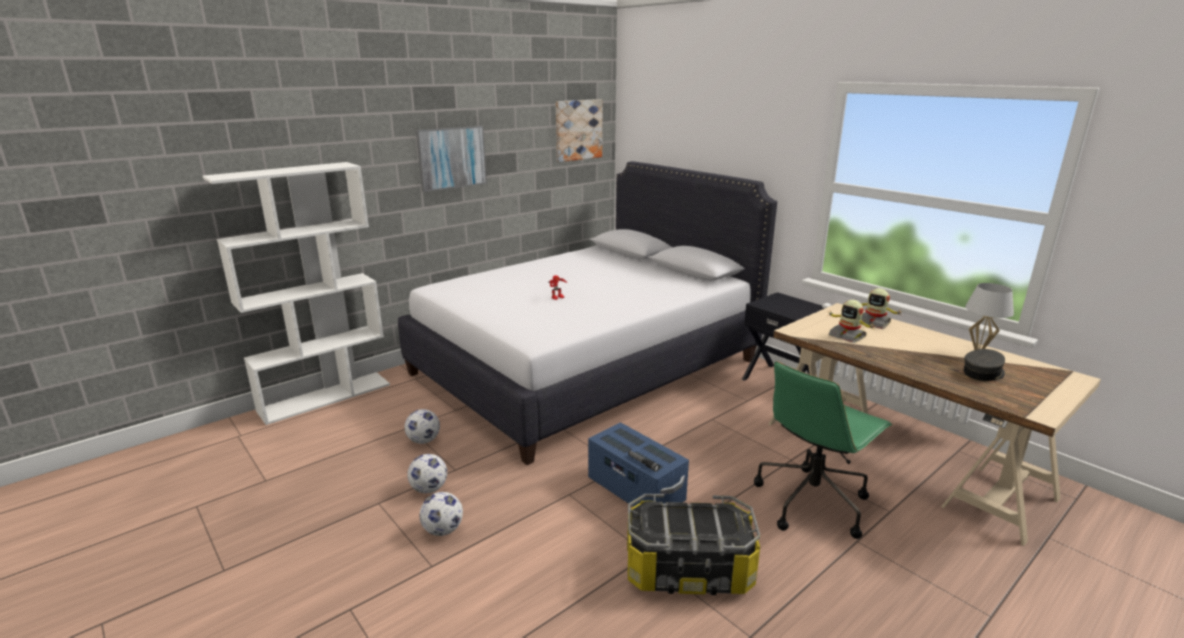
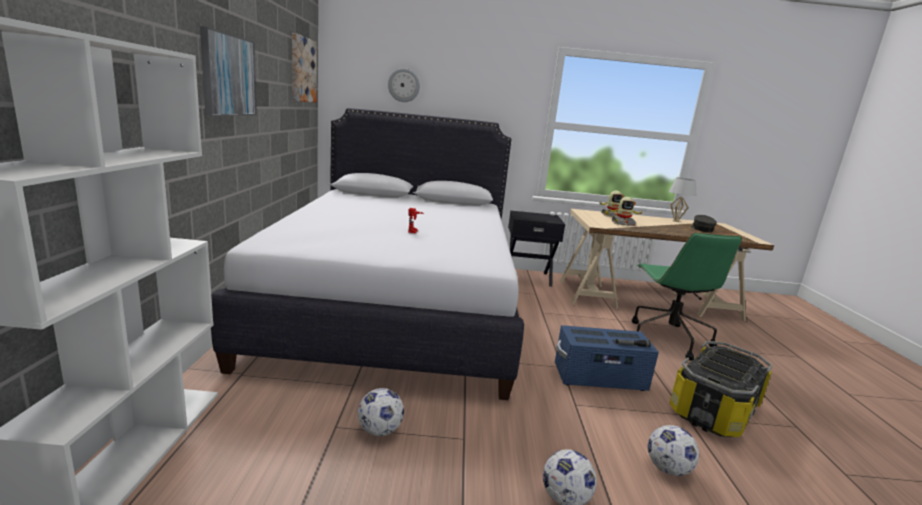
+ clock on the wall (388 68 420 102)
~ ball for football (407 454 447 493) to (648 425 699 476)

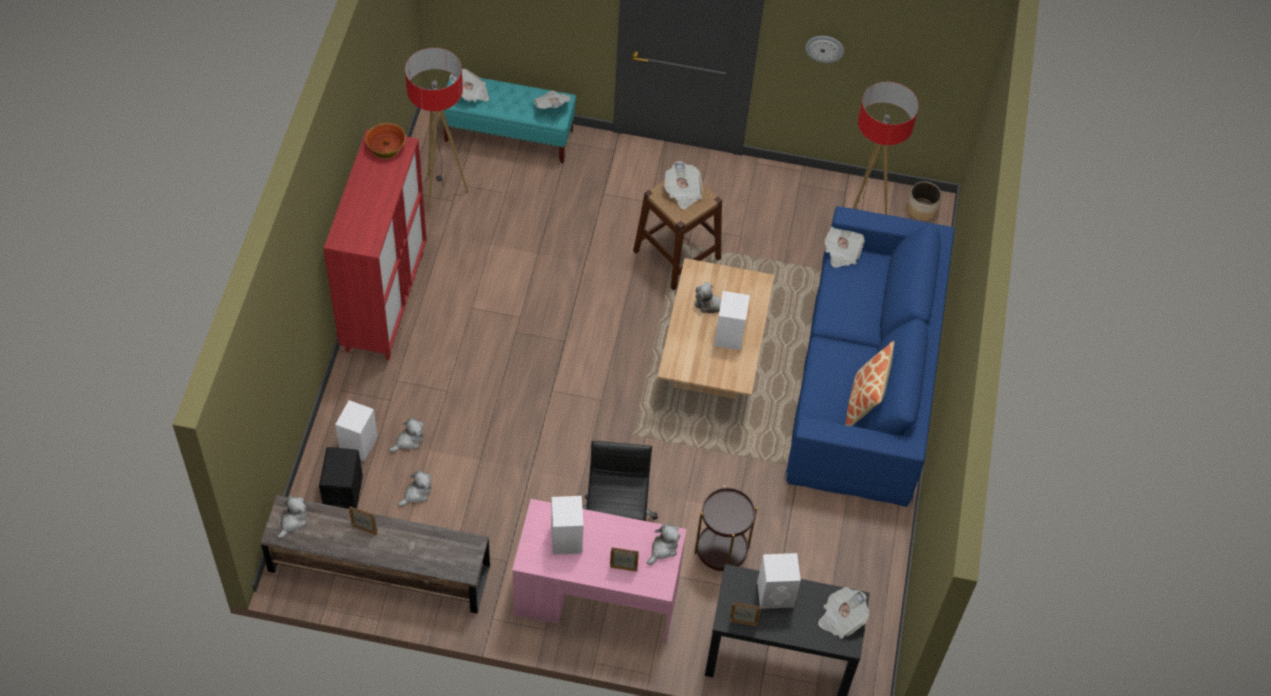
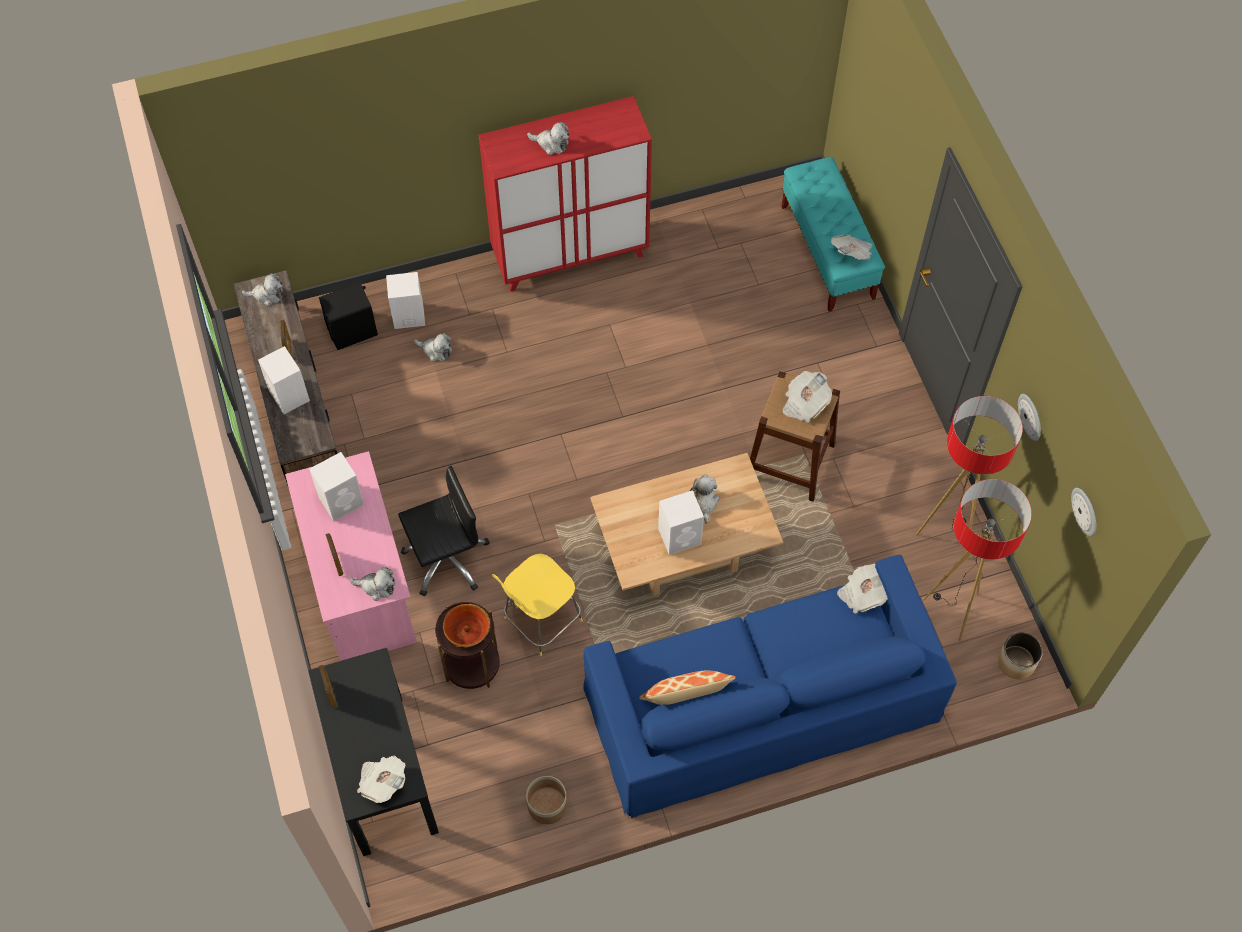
- printed paper (450 69 489 102)
+ yellowish sitting stool (492 554 583 656)
+ planter (526 776 567 824)
+ clock on the wall (1071 488 1096 536)
~ bowl (365 123 406 159) to (443 604 491 647)
~ soft toy (398 470 431 507) to (527 122 569 155)
~ floor lamp (405 48 468 211) to (916 396 1023 552)
~ white-coloured audio speaker (757 553 801 609) to (258 346 310 414)

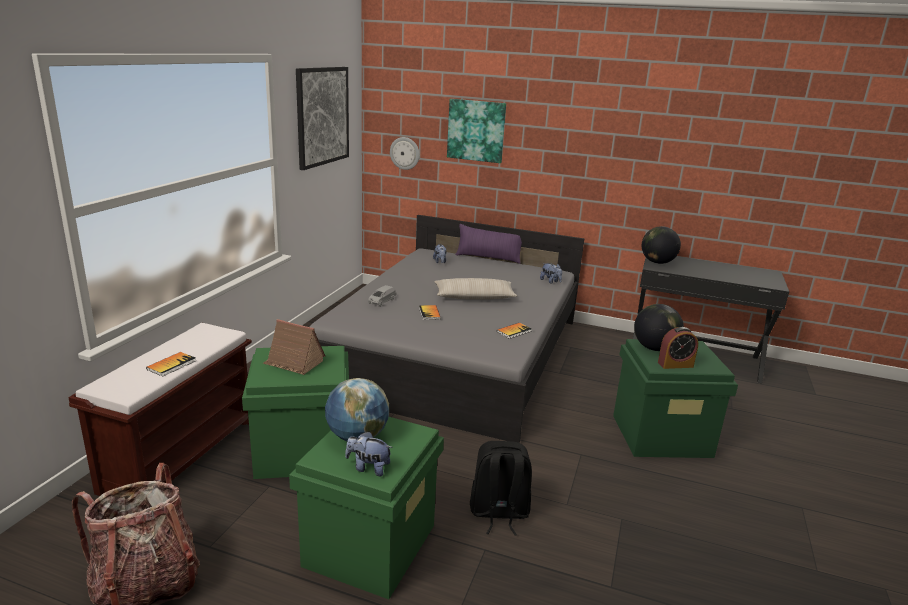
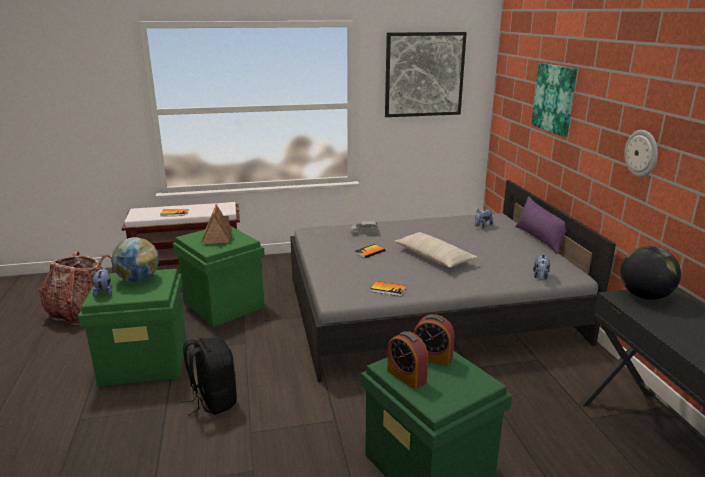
~ clock on the wall (390 137 420 170) to (624 130 658 177)
~ world globe (634 304 684 351) to alarm clock (414 314 455 366)

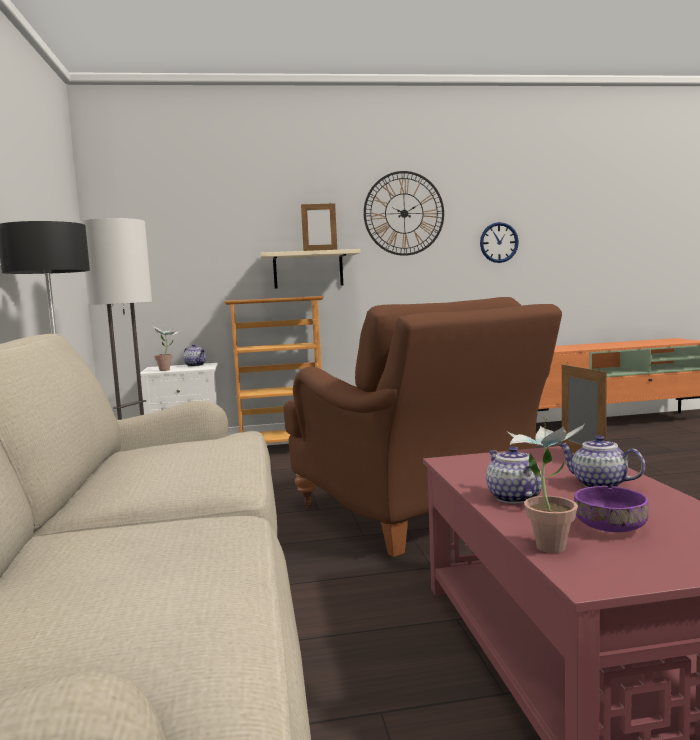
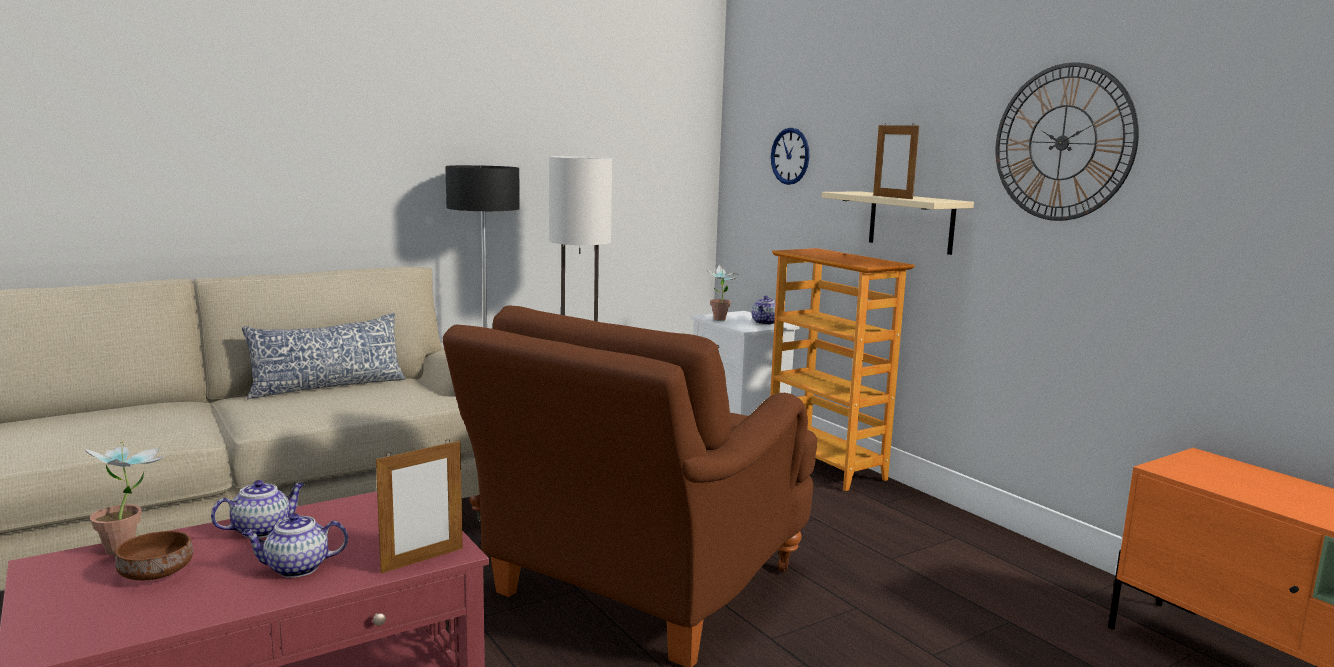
+ cushion (242 313 406 399)
~ clock on the wall (480 222 519 263) to (771 128 809 185)
~ purple bowl (574 486 649 532) to brown-coloured bowl (115 531 193 580)
~ teapot (558 435 645 488) = (242 513 348 578) 120 degrees counterclockwise

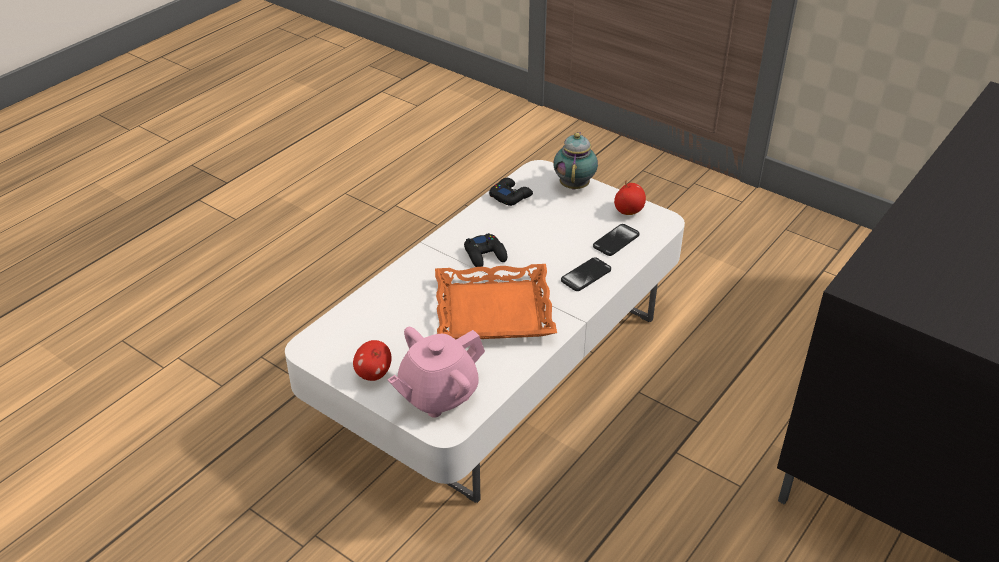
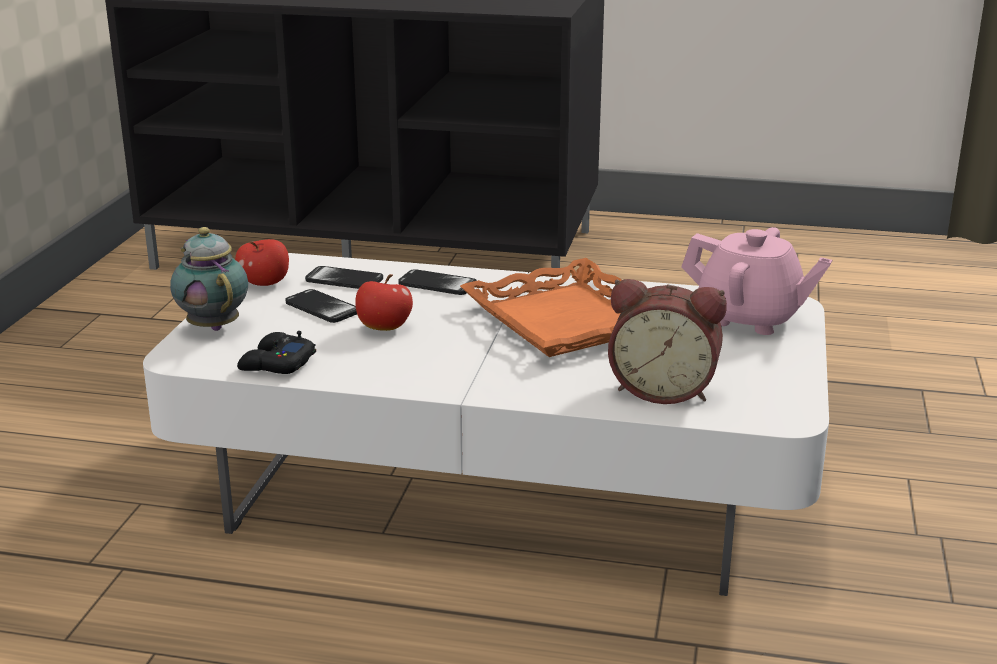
- blackish joypad (464 233 507 267)
+ handset (285 289 357 323)
+ alarm clock (608 279 727 404)
~ apple fruit (353 340 392 381) to (355 274 413 331)
~ teapot (553 132 598 190) = (170 227 248 331) 75 degrees clockwise

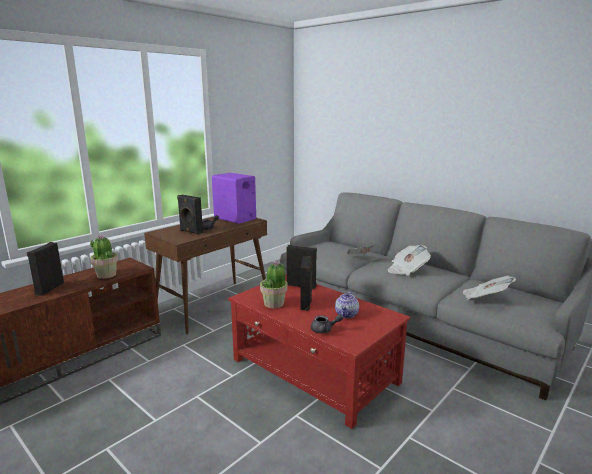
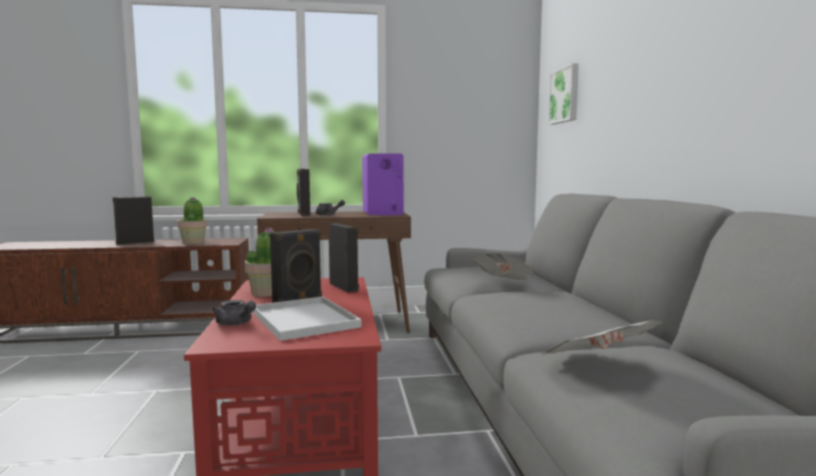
- printed paper (387 245 431 276)
+ wall art (548 63 579 125)
~ teapot (335 291 359 318) to white-coloured carrying tray (252 296 362 341)

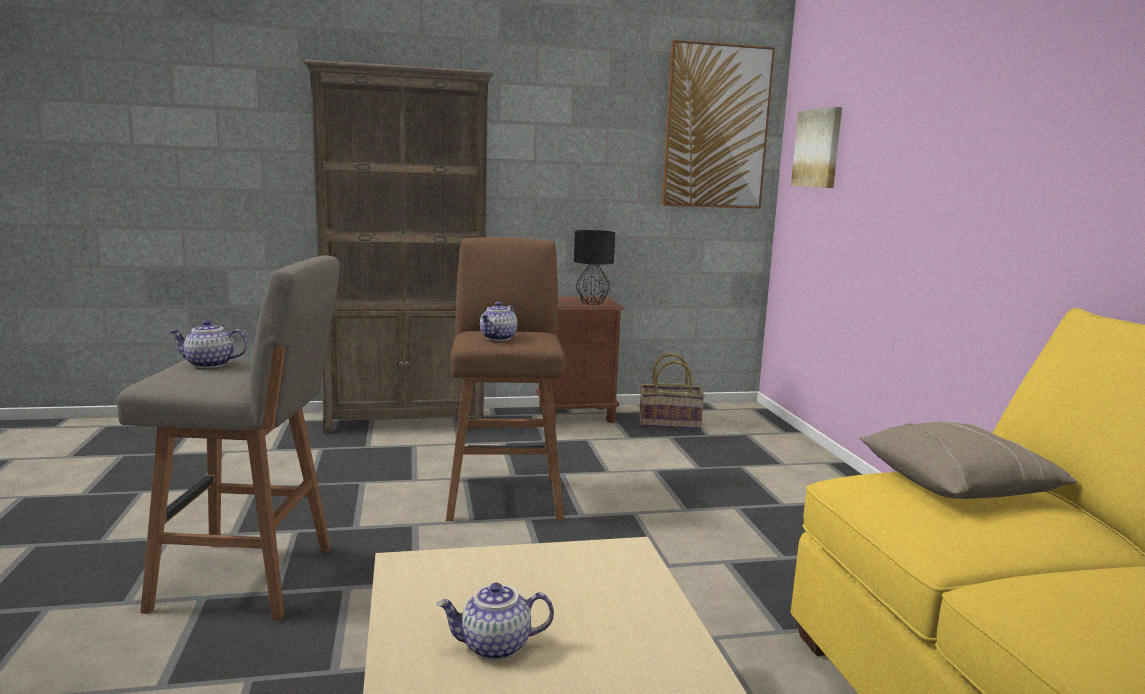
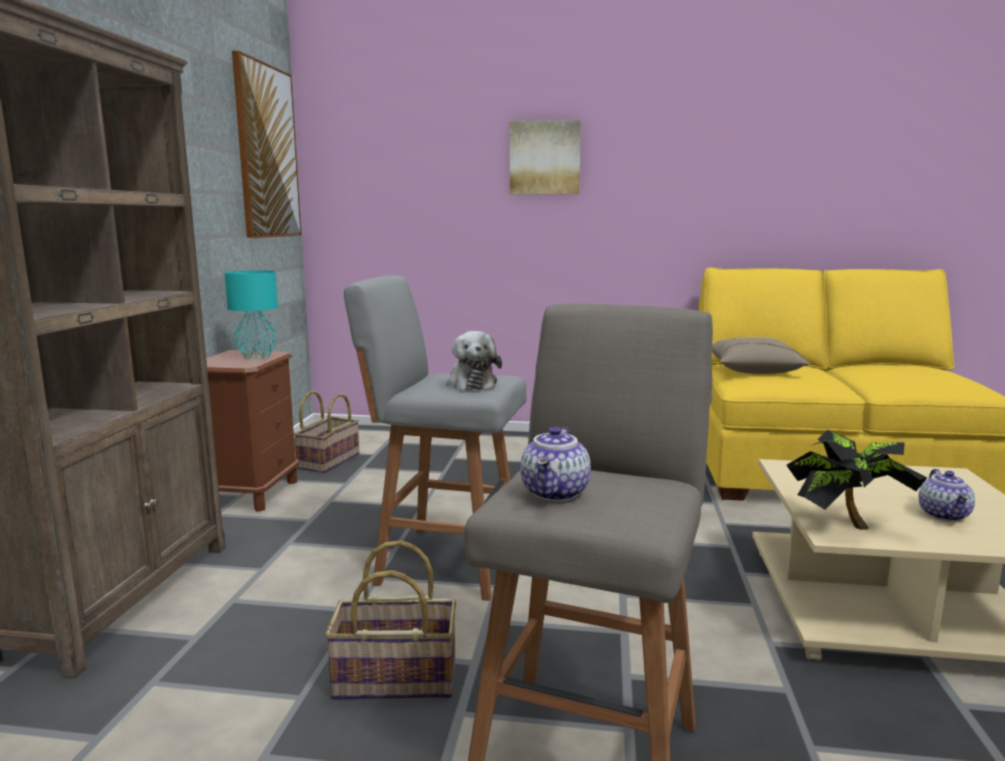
+ storage basket (325 540 456 699)
+ plant in a pot (786 430 927 530)
~ wall art (791 107 842 188) to (510 120 581 195)
~ teapot (480 302 517 341) to soft toy (446 331 502 391)
~ brown-coloured sitting stool (446 238 565 521) to greyish sitting stool (344 275 527 601)
~ blackish table lamp (574 230 615 305) to turquoise-coloured table lamp (224 270 278 359)

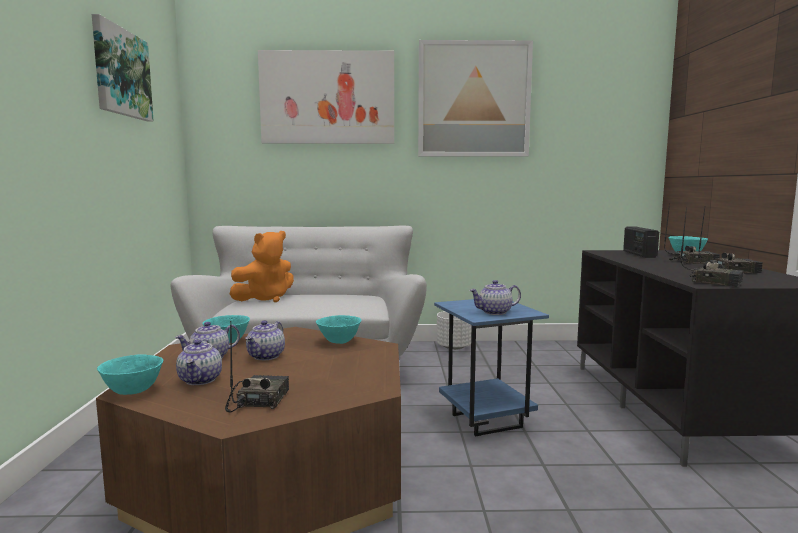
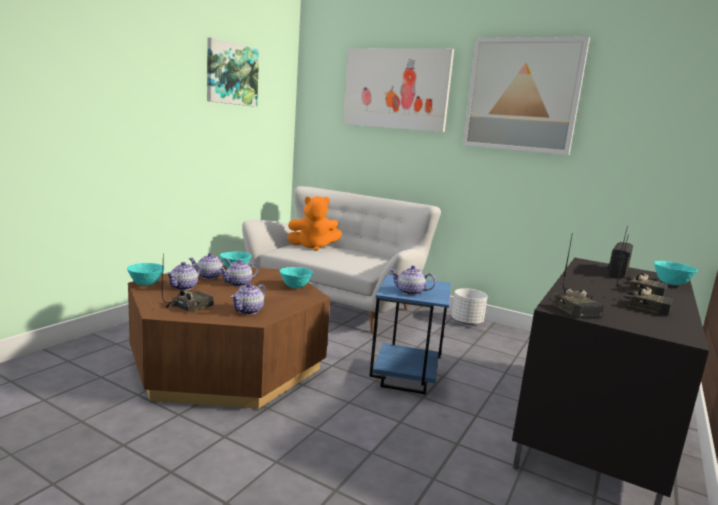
+ teapot (231 283 266 315)

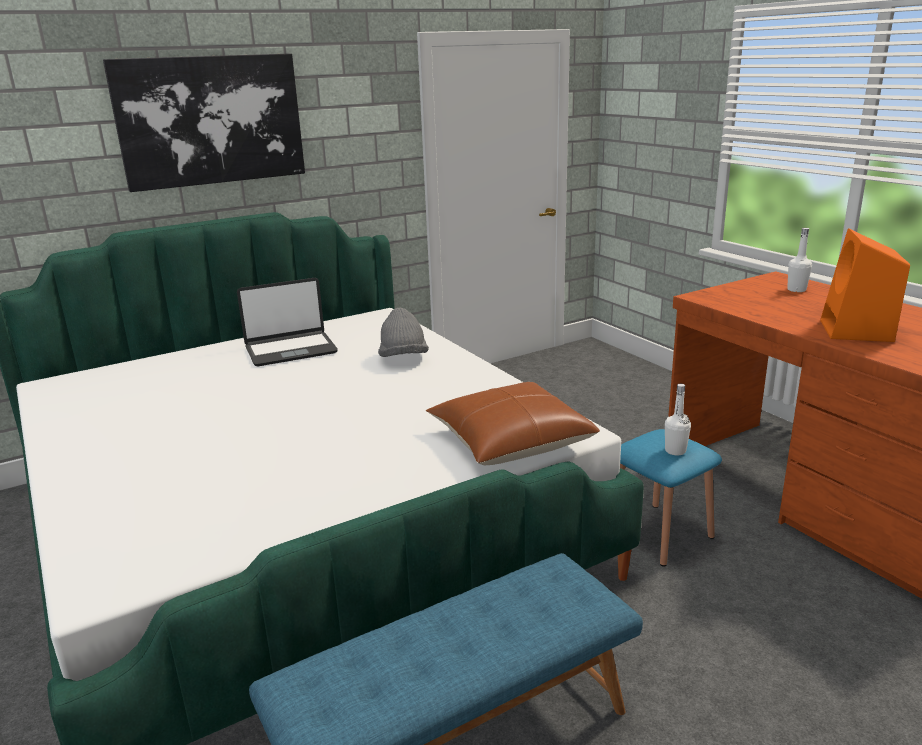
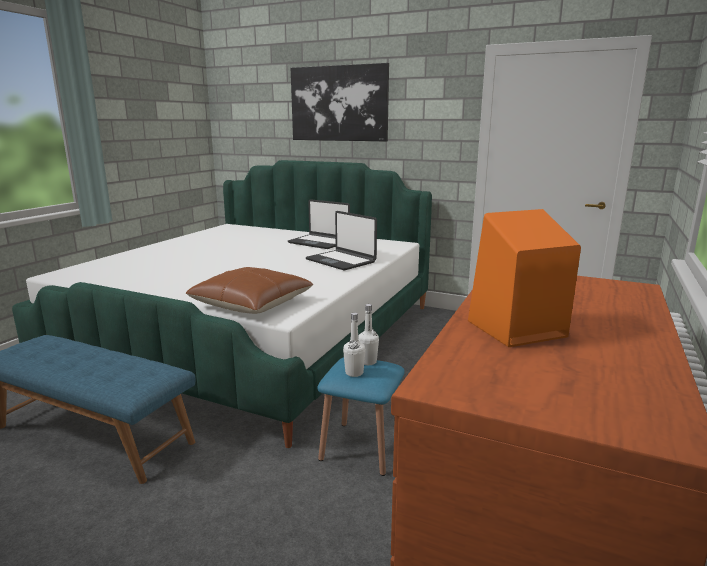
~ white-coloured beverage bottle (787 228 812 292) to (358 304 379 365)
~ greyish hat (378 307 429 357) to portable computer (306 211 377 271)

